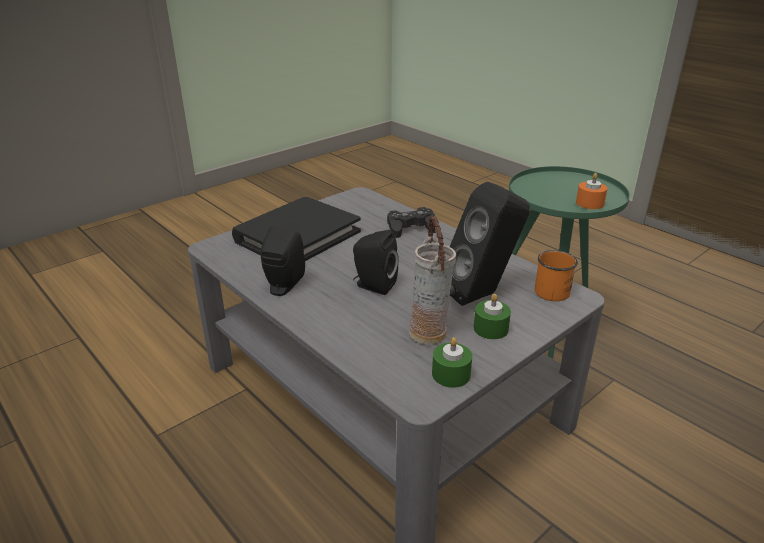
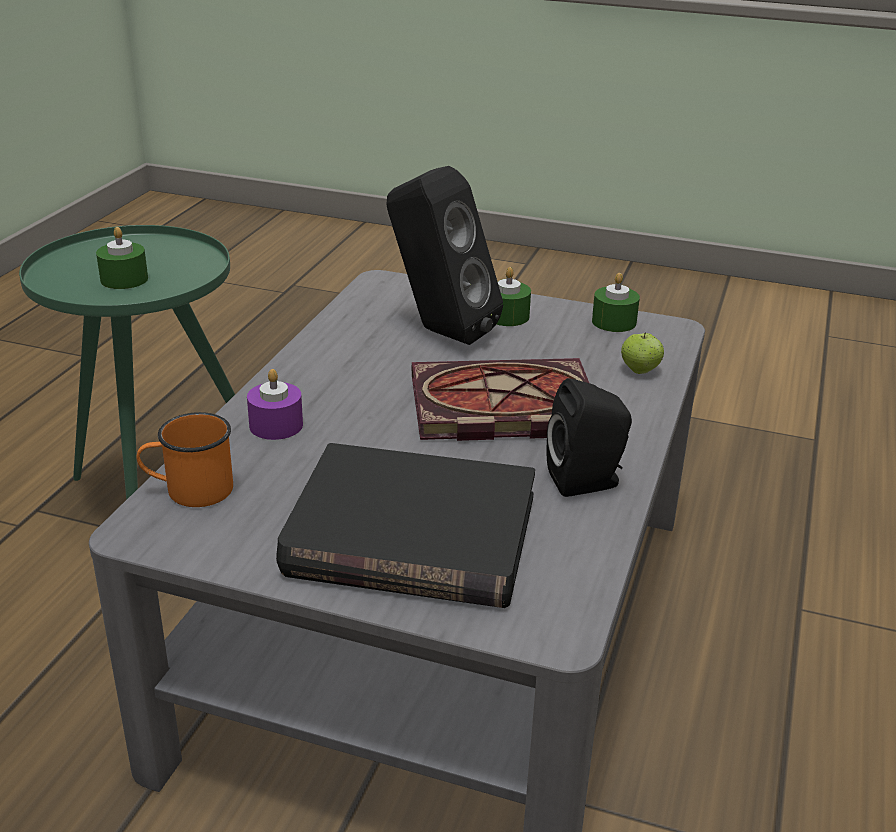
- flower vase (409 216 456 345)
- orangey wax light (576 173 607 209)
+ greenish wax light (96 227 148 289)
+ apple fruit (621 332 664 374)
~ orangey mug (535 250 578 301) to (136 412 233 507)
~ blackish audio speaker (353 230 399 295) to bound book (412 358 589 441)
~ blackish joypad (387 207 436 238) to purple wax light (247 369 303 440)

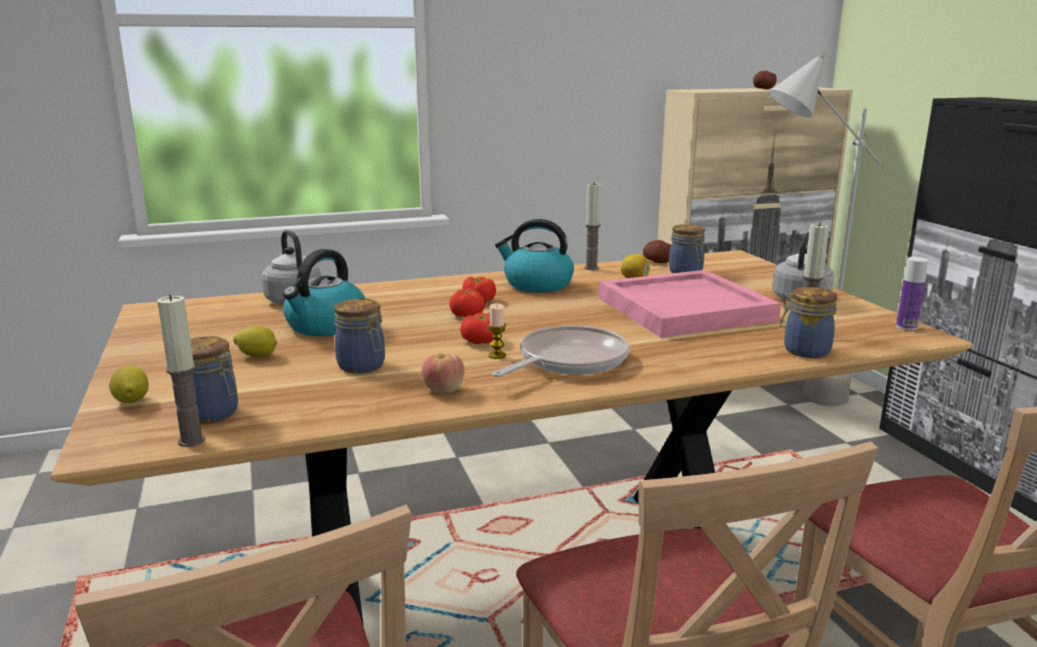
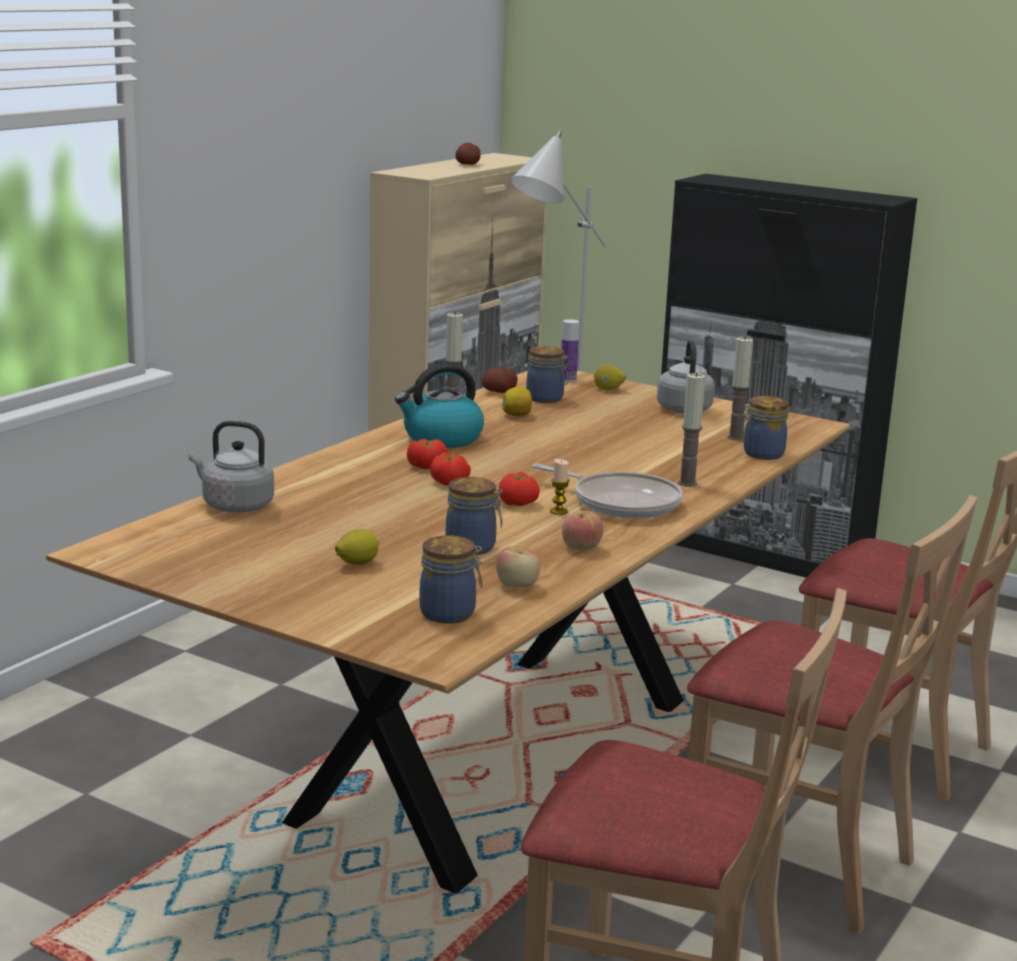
- water kettle (283 249 366 336)
- pinkish carrying tray (598 270 781 338)
+ apple fruit (496 546 540 587)
~ lemon (109 366 149 403) to (594 365 626 390)
~ wax light (157 294 205 447) to (678 372 705 486)
~ beverage bottle (896 257 928 330) to (561 319 579 382)
~ pan (492 325 630 377) = (532 464 683 519) 120 degrees clockwise

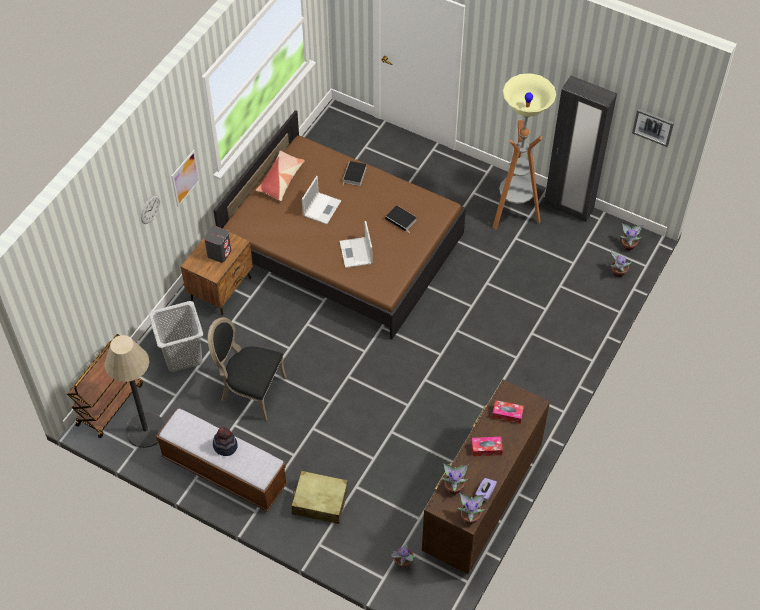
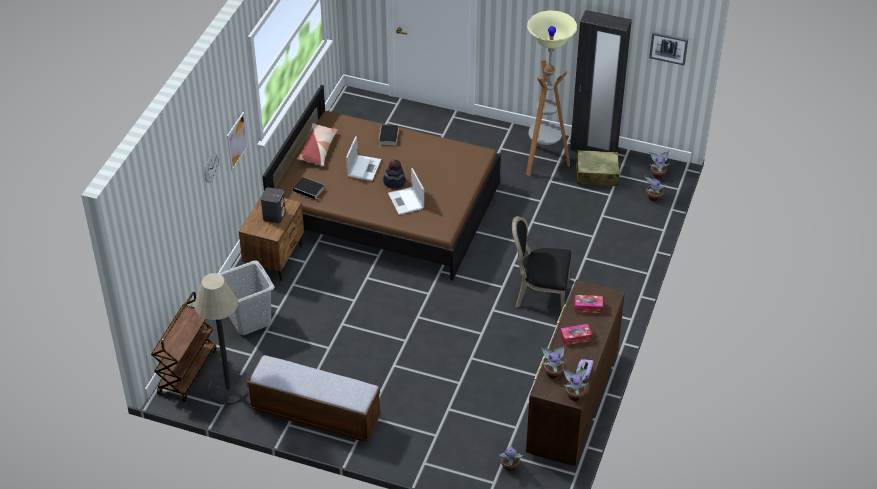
~ blackish plain chair (208 317 287 421) to (512 216 571 314)
~ hat (213 427 238 456) to (383 159 406 189)
~ beige travel case (292 471 348 524) to (573 150 620 186)
~ bound book (385 205 417 232) to (293 177 324 200)

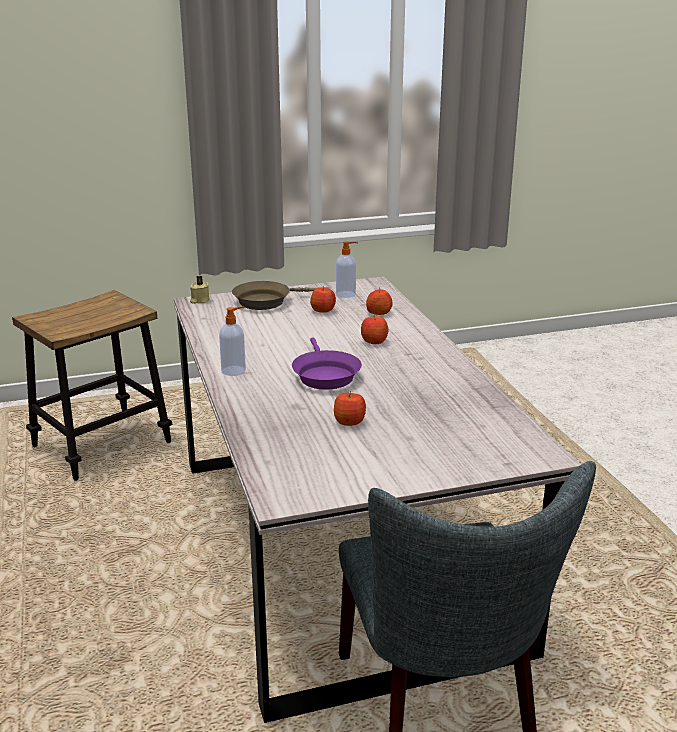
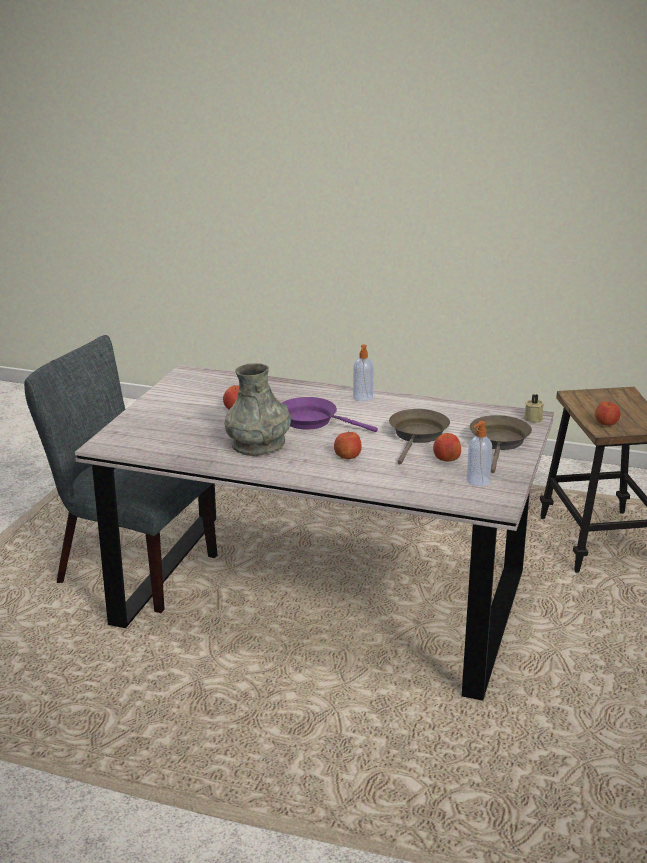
+ greyish flower vase (225 363 291 456)
+ brown-coloured pan (389 409 450 464)
~ apple fruit (366 289 393 315) to (595 401 621 426)

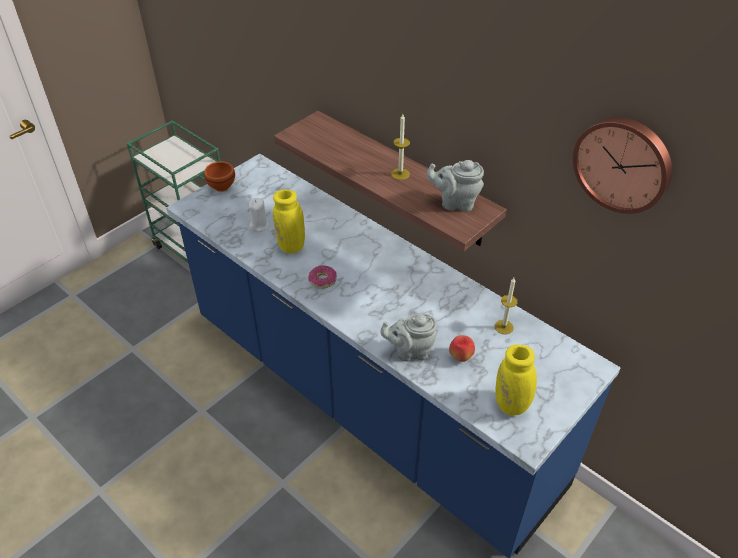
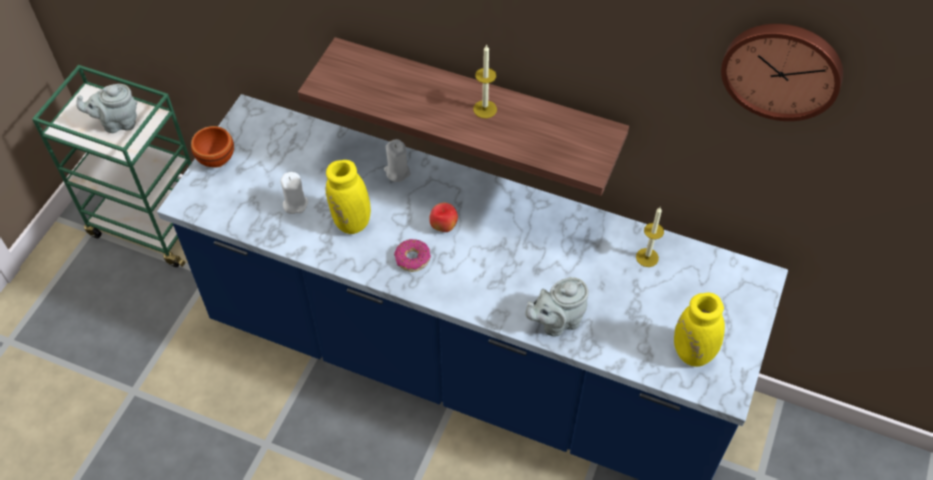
+ white-coloured wax light (384 139 411 182)
~ greyish teapot (427 160 484 212) to (76 84 137 133)
~ apple fruit (449 335 475 362) to (429 203 458 232)

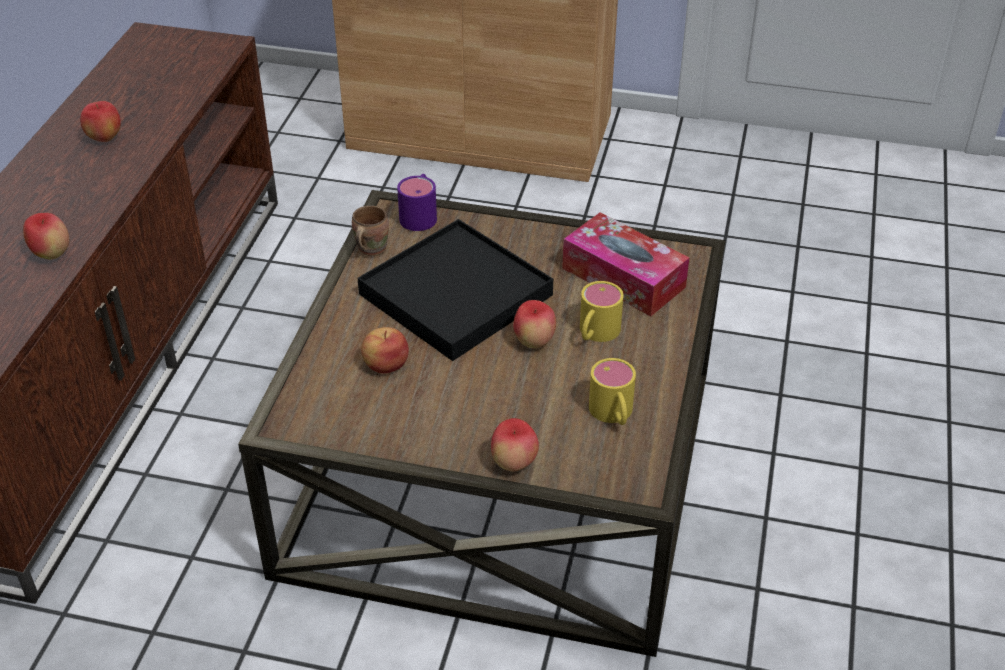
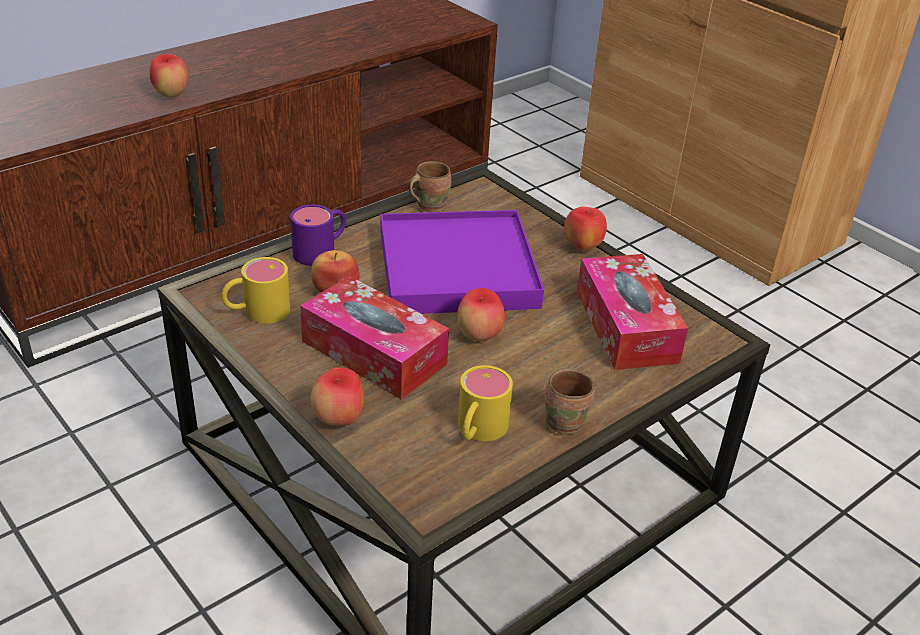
+ tissue holder (300 276 449 400)
+ brown-coloured mug (545 369 595 434)
~ apple fruit (80 101 121 142) to (564 206 607 251)
~ purple mug (397 174 437 231) to (290 205 346 266)
~ yellowish mug (580 281 623 342) to (221 257 290 324)
~ blackish carrying tray (357 219 553 361) to purple carrying tray (380 210 544 314)

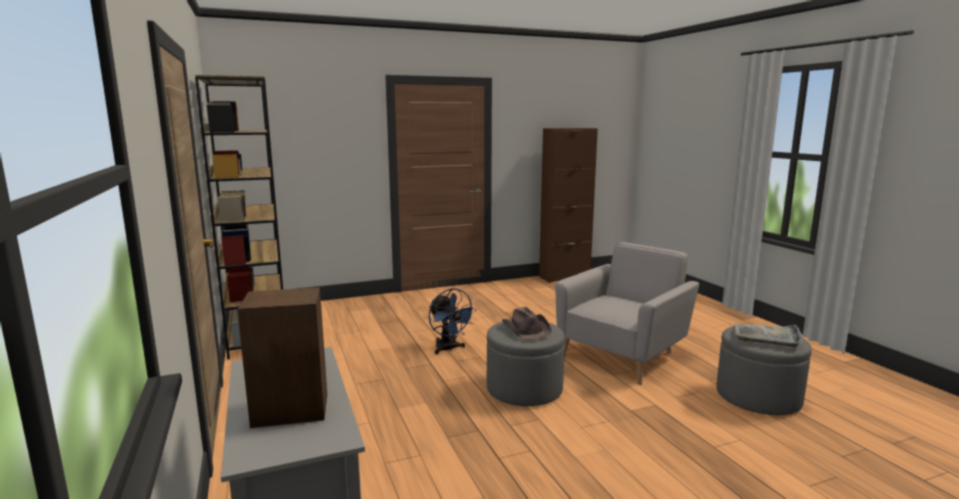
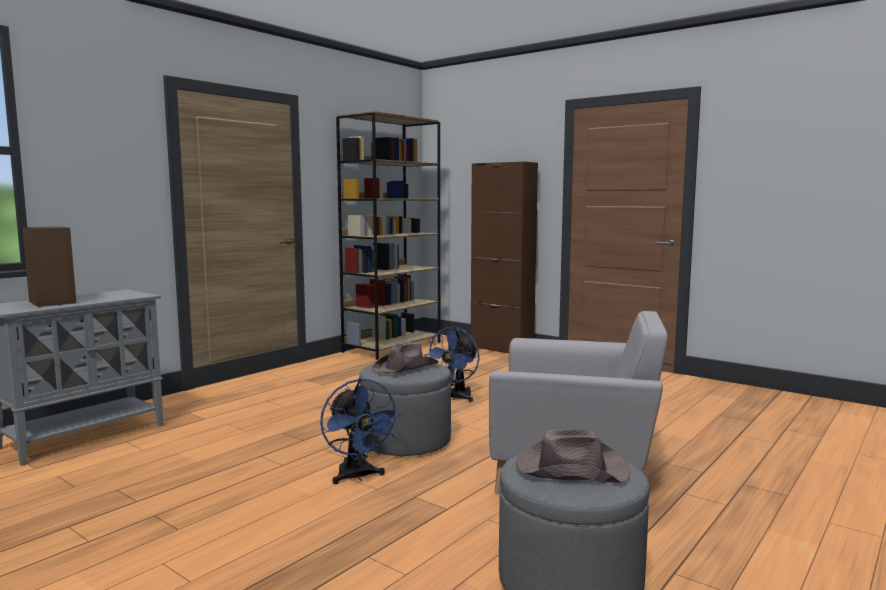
+ bluish fan (320 378 401 484)
~ brown-coloured cabinet (539 128 598 283) to (471 161 538 353)
~ greyish carrying tray (734 324 803 347) to brown-coloured hat (516 430 630 483)

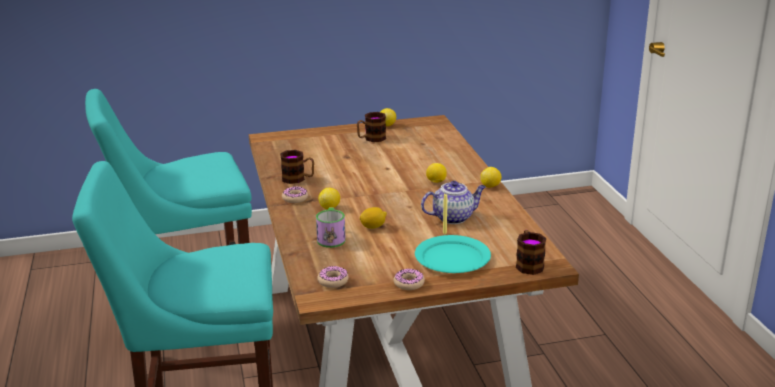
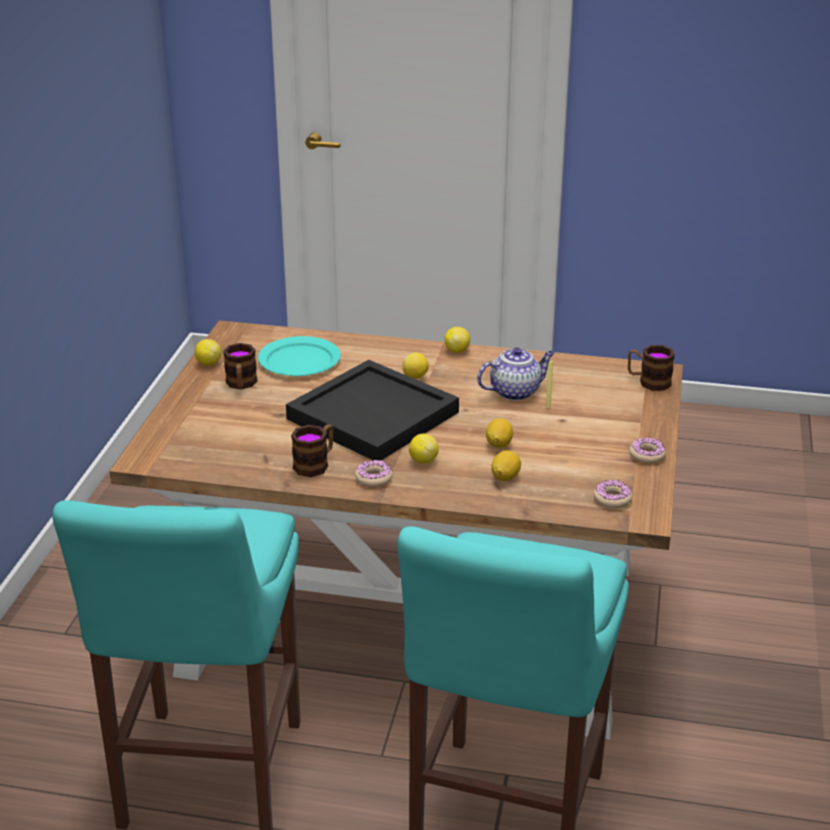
+ blackish carrying tray (286 360 459 460)
~ turquoise-coloured plate (415 235 491 273) to (258 336 341 376)
~ mug (316 208 346 248) to lemon (491 450 521 481)
~ teapot (421 181 486 224) = (477 347 555 401) 60 degrees clockwise

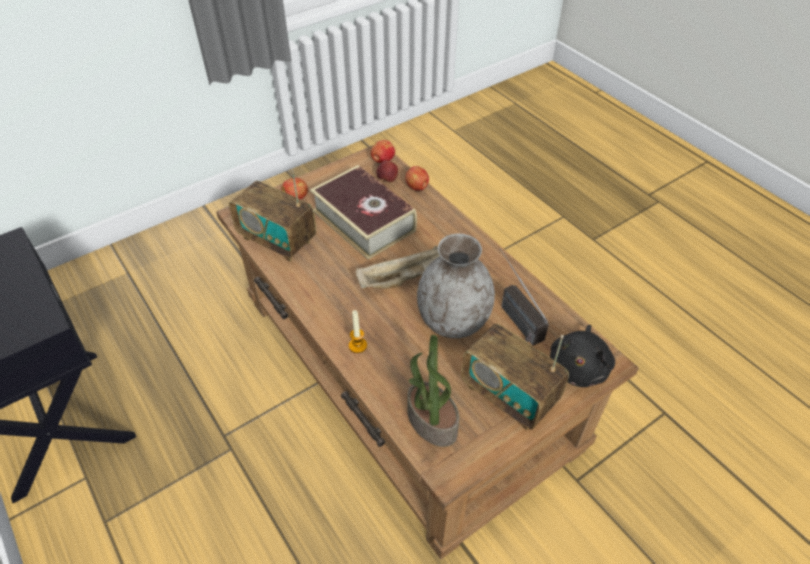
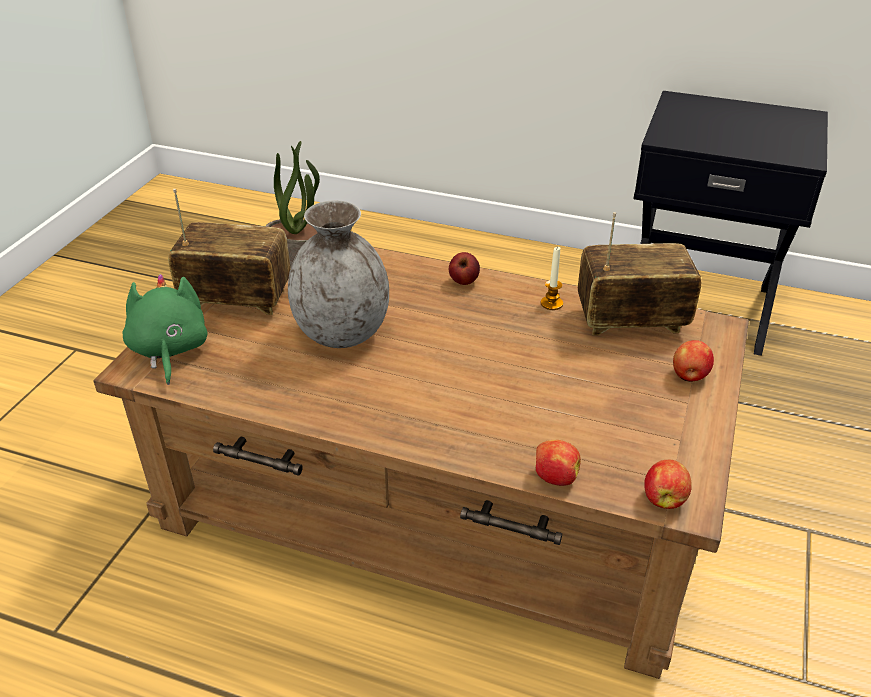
- bound book (310 165 417 260)
- beige carrying tray (356 246 440 289)
- radio receiver (500 249 549 346)
~ wax light (349 310 367 353) to (541 246 563 310)
~ apple fruit (376 160 398 182) to (449 252 480 285)
~ blackish soft toy (550 325 615 387) to greenish soft toy (122 274 208 385)

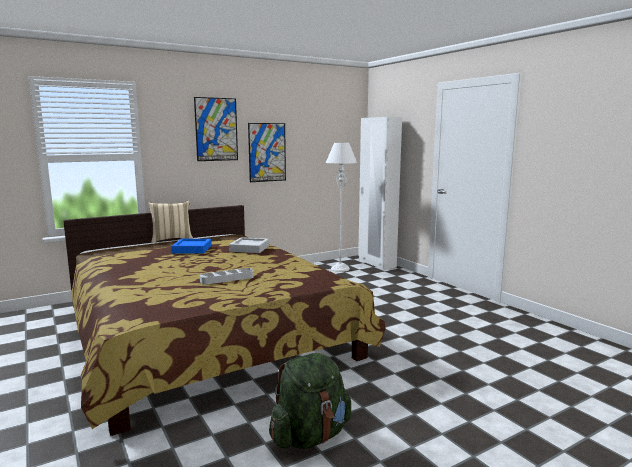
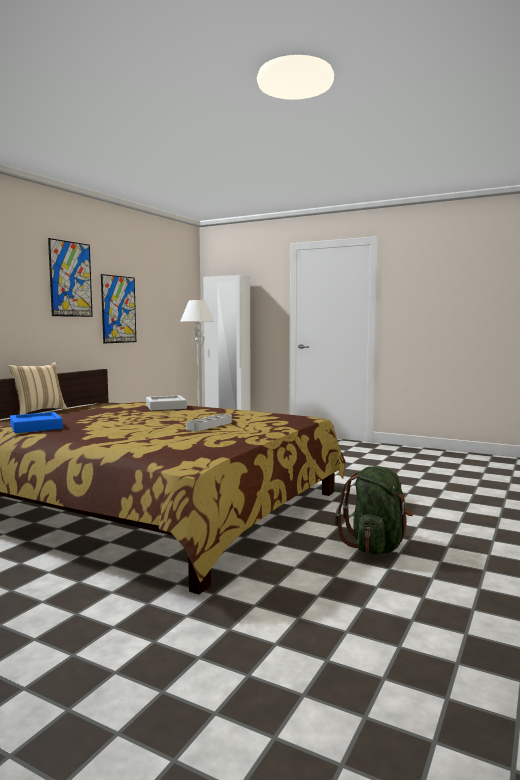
~ bluish carrying tray (172 239 212 253) to (10 412 63 433)

